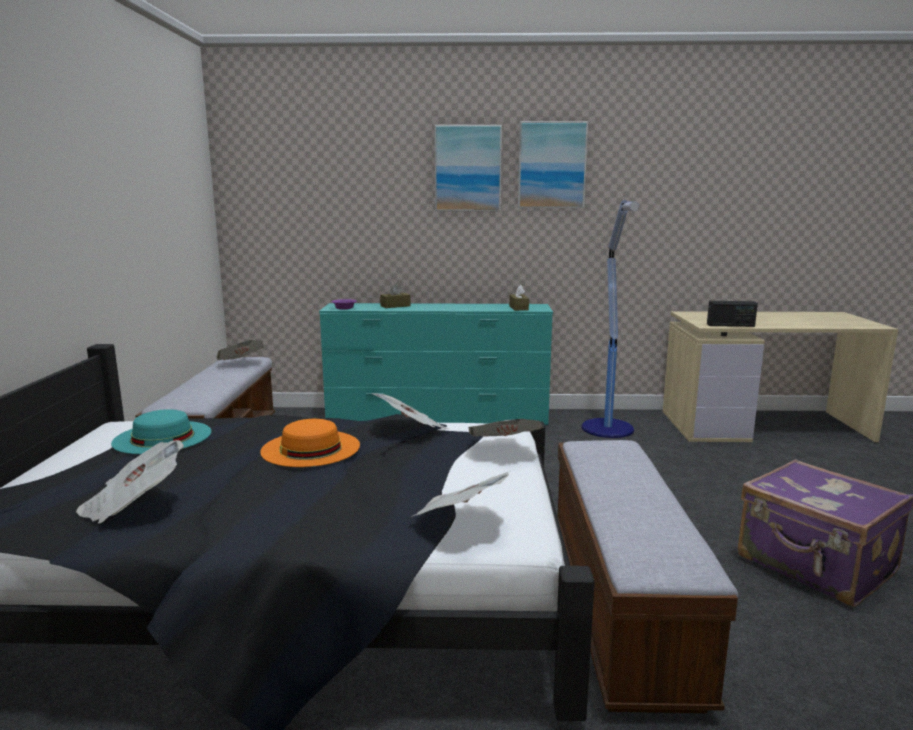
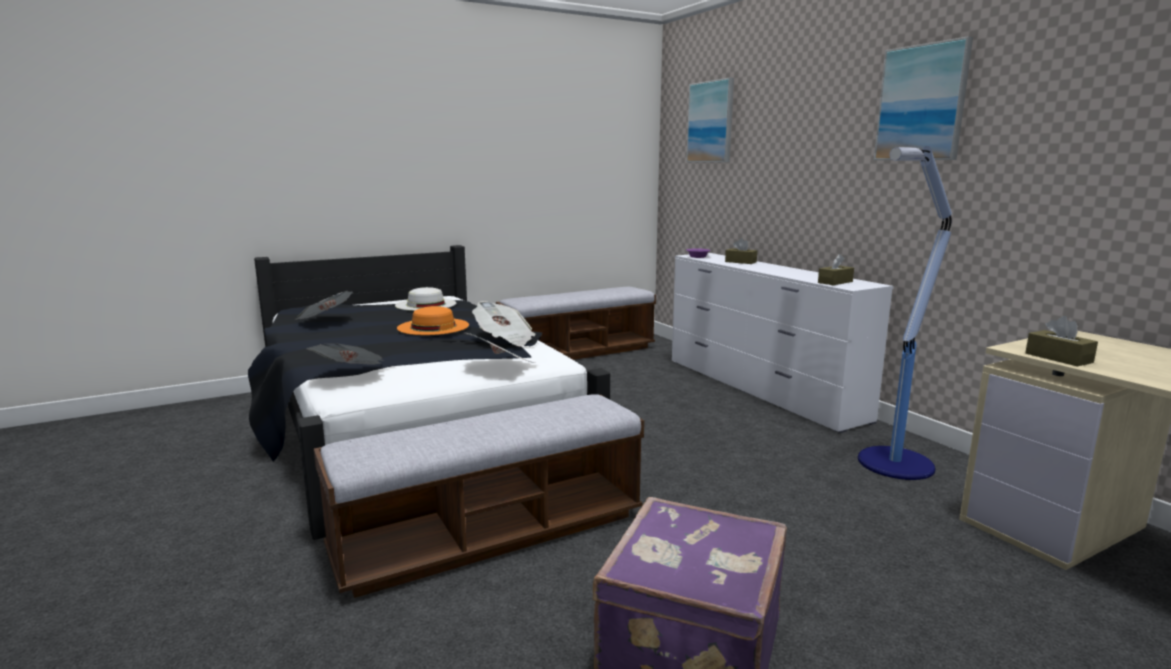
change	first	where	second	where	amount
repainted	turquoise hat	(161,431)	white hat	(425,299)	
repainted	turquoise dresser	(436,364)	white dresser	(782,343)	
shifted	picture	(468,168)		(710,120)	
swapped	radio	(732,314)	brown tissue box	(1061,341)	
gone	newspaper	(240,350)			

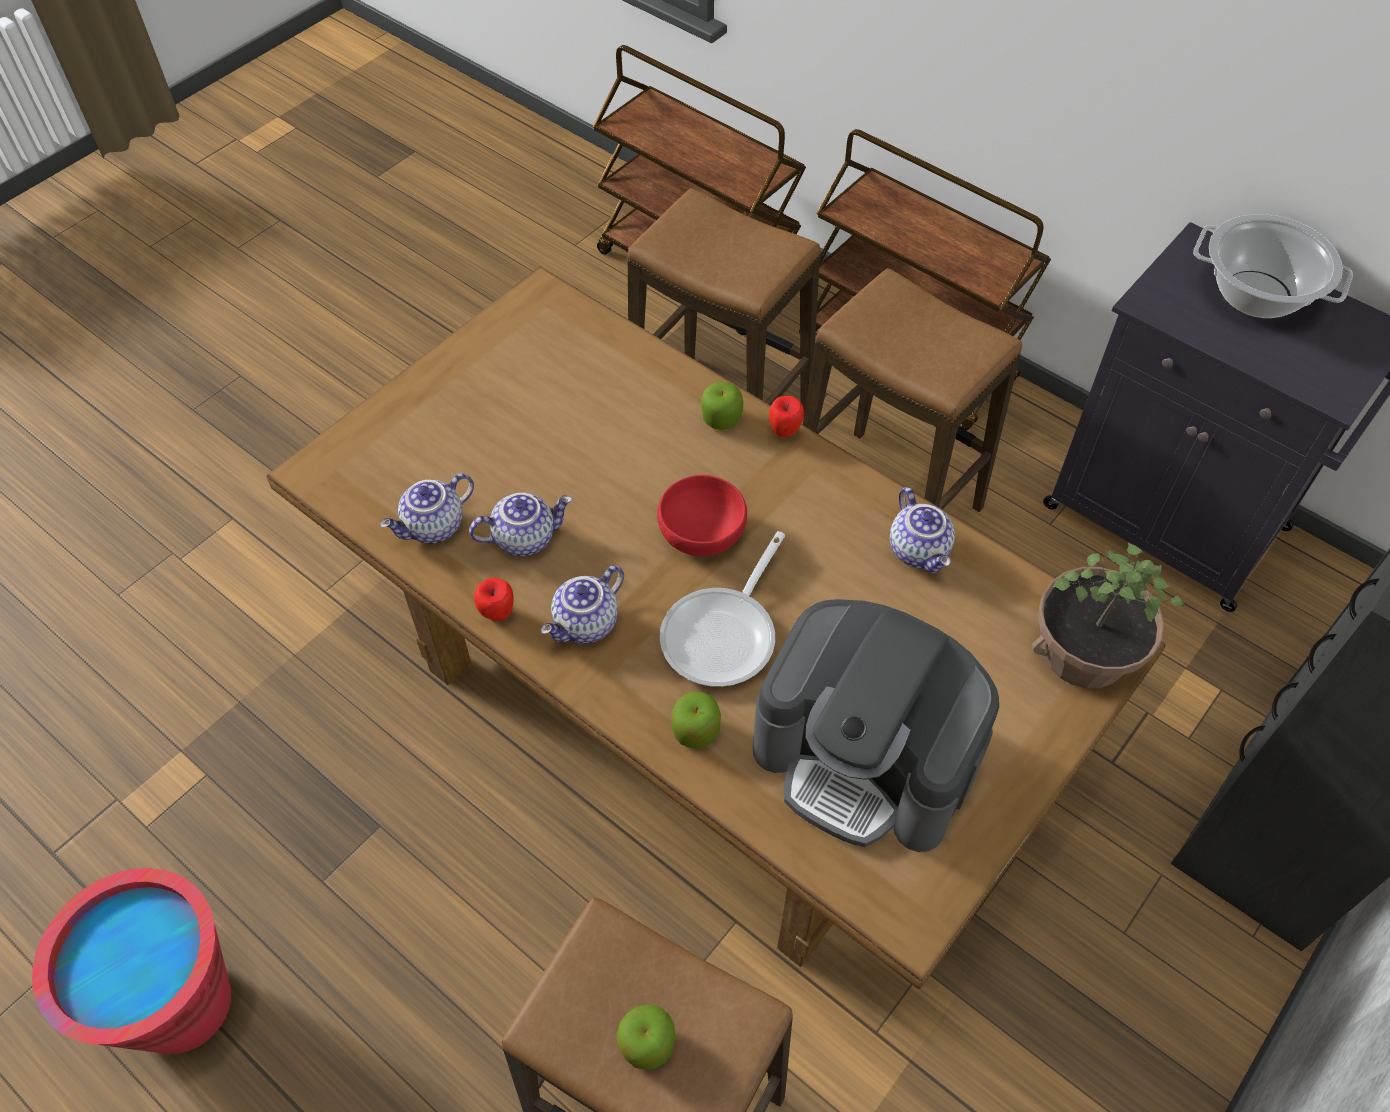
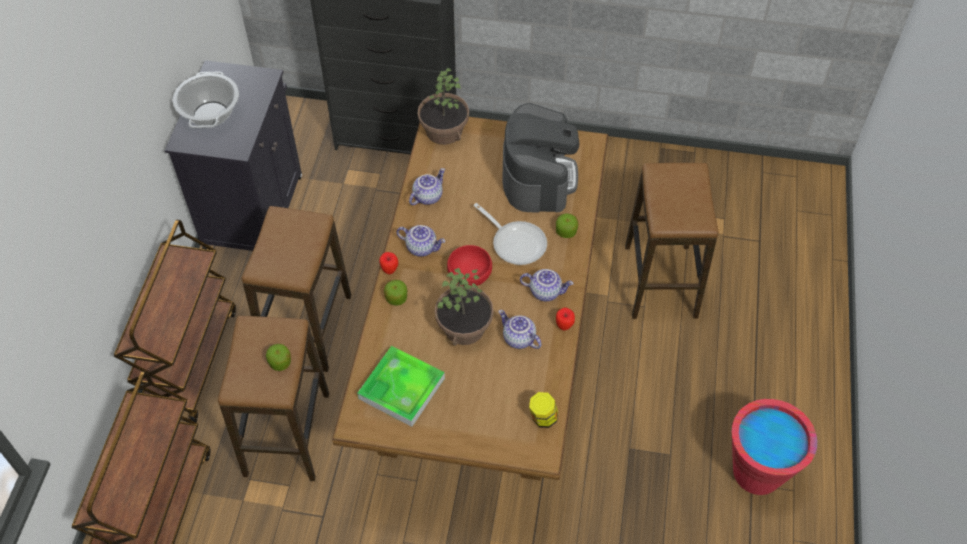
change	first	where	second	where	amount
shifted	apple	(646,1037)		(278,357)	
new			tray	(401,386)	
shifted	teapot	(427,508)		(421,241)	
new			potted plant	(464,307)	
rotated	frying pan	(722,609)		(510,234)	45 degrees clockwise
new			jar	(543,410)	

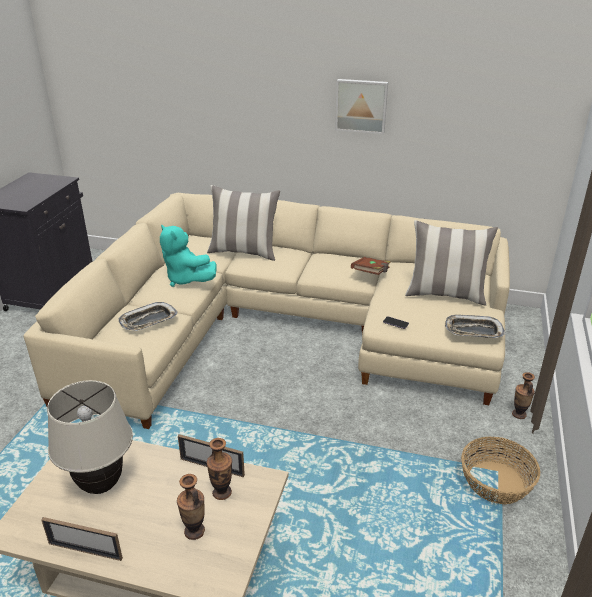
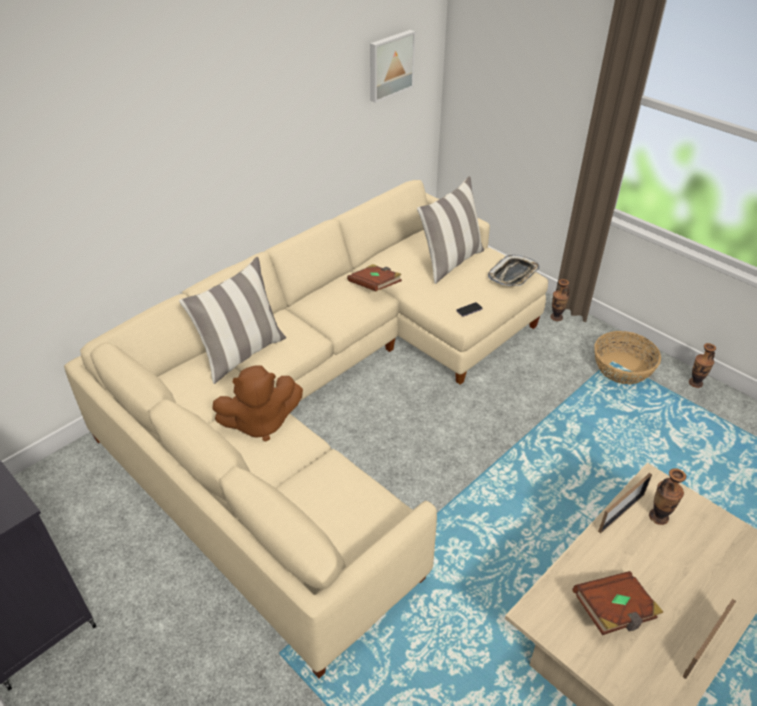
change	first	where	second	where	amount
repainted	turquoise plush toy	(188,255)	brown plush toy	(257,403)	
shifted	picture	(361,106)		(392,66)	
swapped	beige table lamp	(90,437)	brown book	(618,603)	
shifted	vase	(191,507)		(702,365)	
gone	tray	(148,316)			

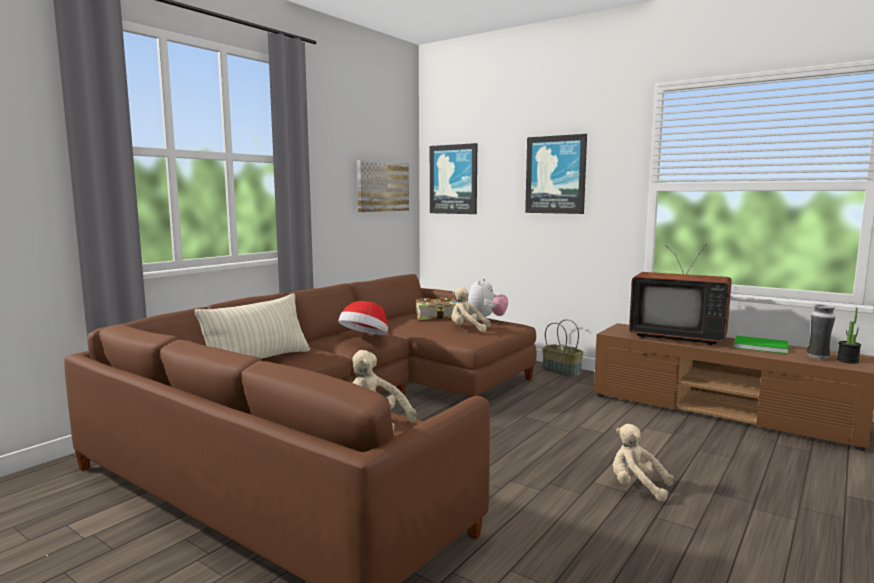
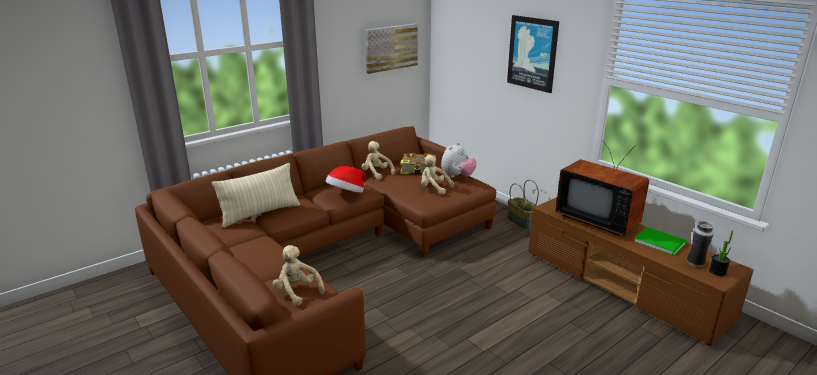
change	first	where	second	where	amount
shifted	beige plush toy	(643,462)		(378,160)	
gone	picture	(453,178)			

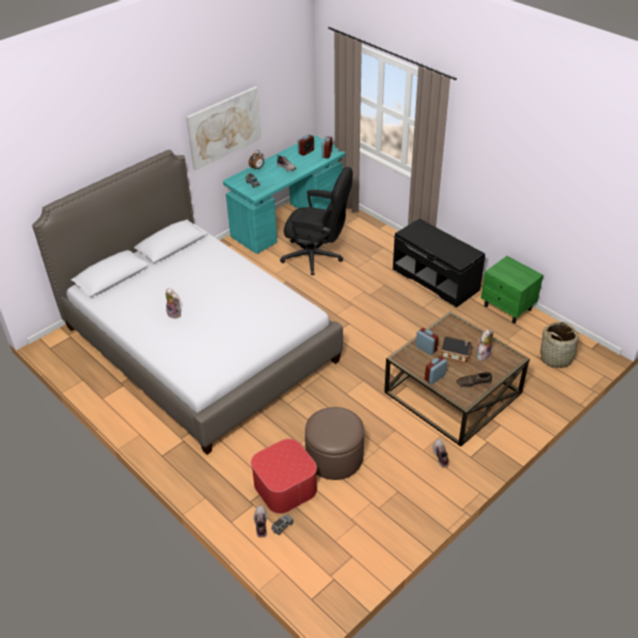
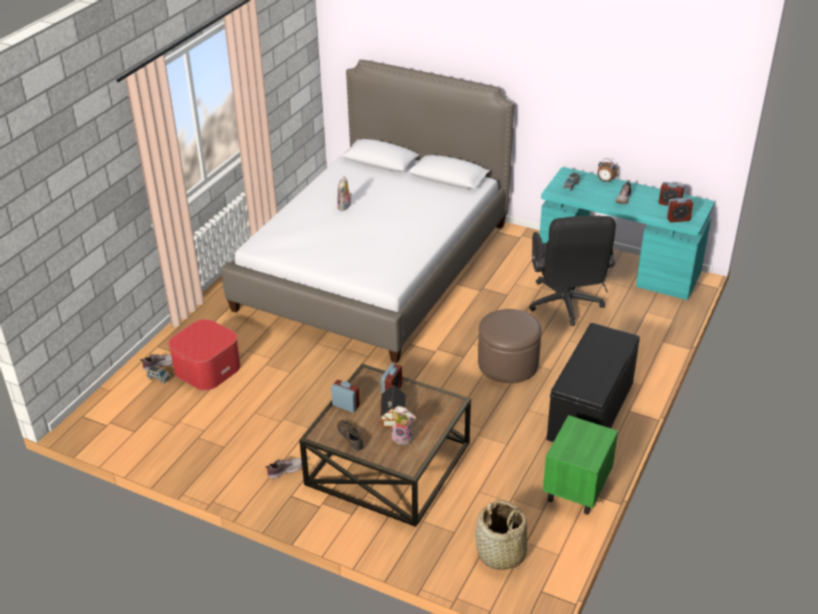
change	first	where	second	where	amount
shifted	brown ottoman	(334,443)		(510,346)	
gone	picture	(223,128)			

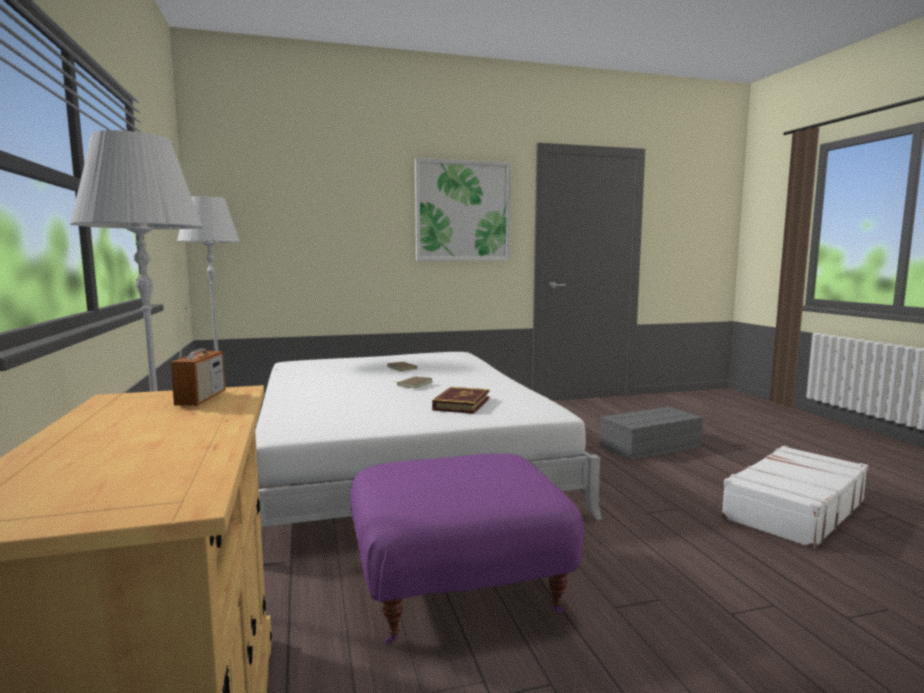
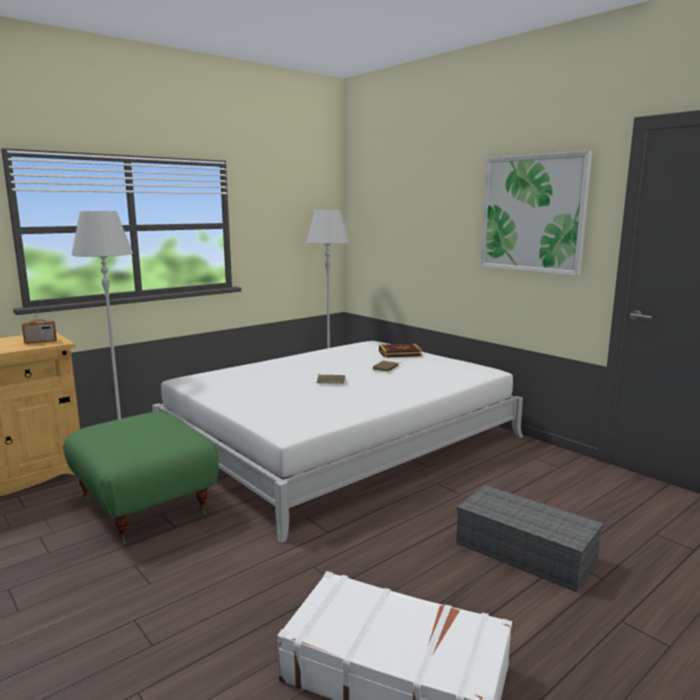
change	first	where	second	where	amount
repainted	purple ottoman	(467,549)	green ottoman	(141,478)	
shifted	book	(460,400)		(400,351)	

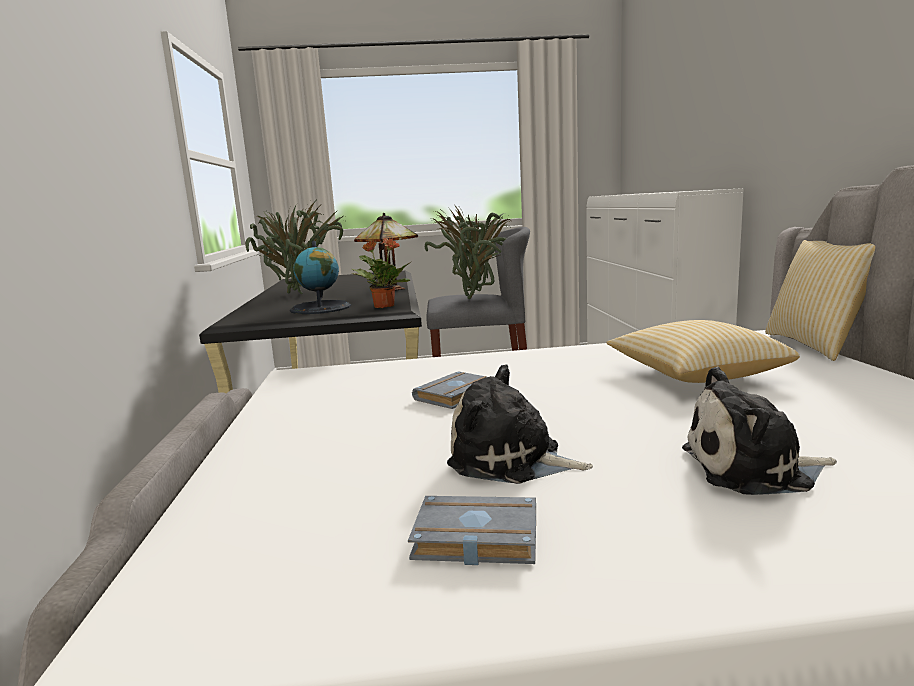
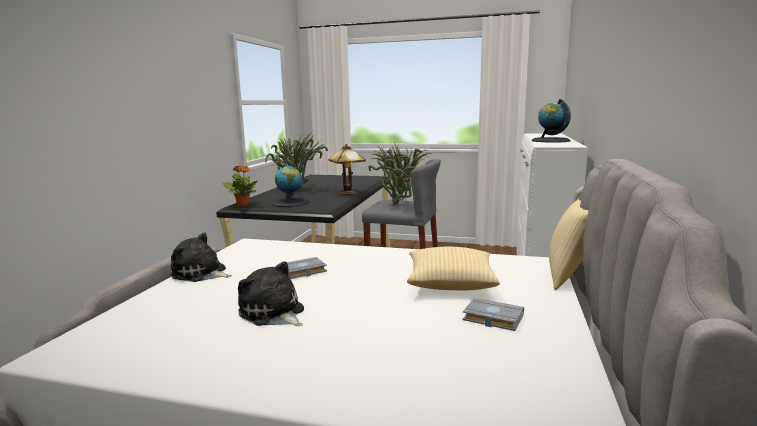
change	first	where	second	where	amount
shifted	plush toy	(759,431)		(201,257)	
shifted	potted plant	(381,273)		(239,186)	
shifted	grey book	(472,530)		(493,314)	
new			globe	(551,121)	

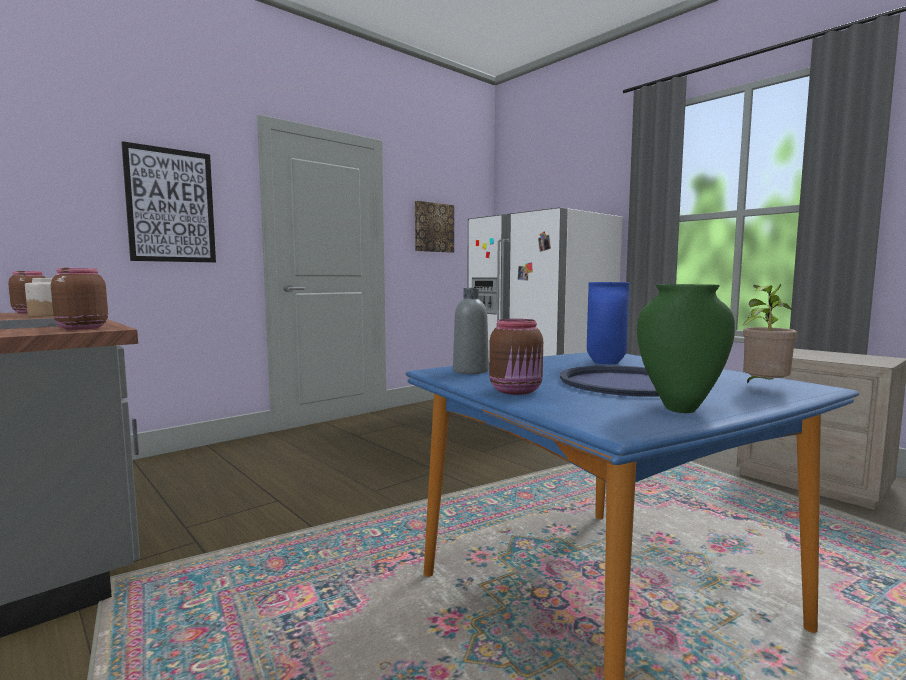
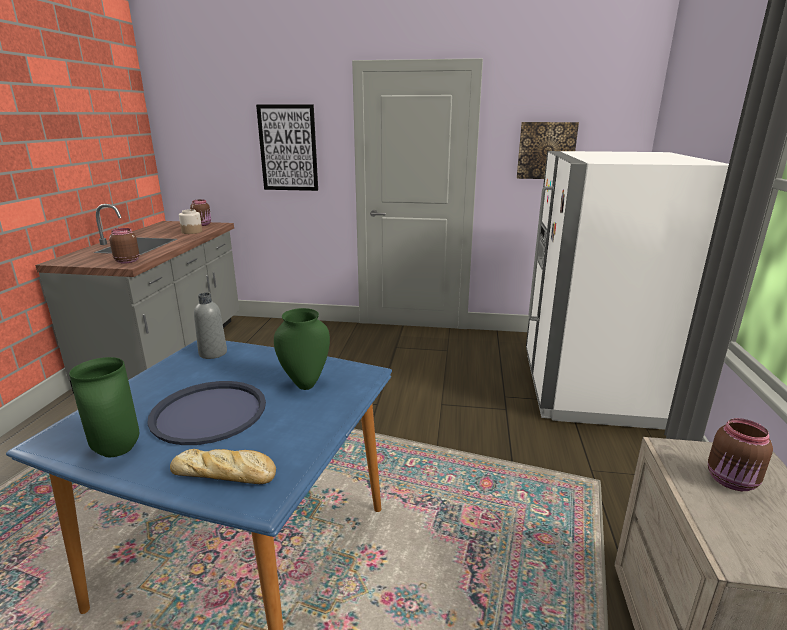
change	first	where	second	where	amount
swapped	potted plant	(769,333)	bread	(223,466)	
repainted	blue vase	(608,323)	green vase	(302,349)	
shifted	brown jar	(516,357)		(740,454)	

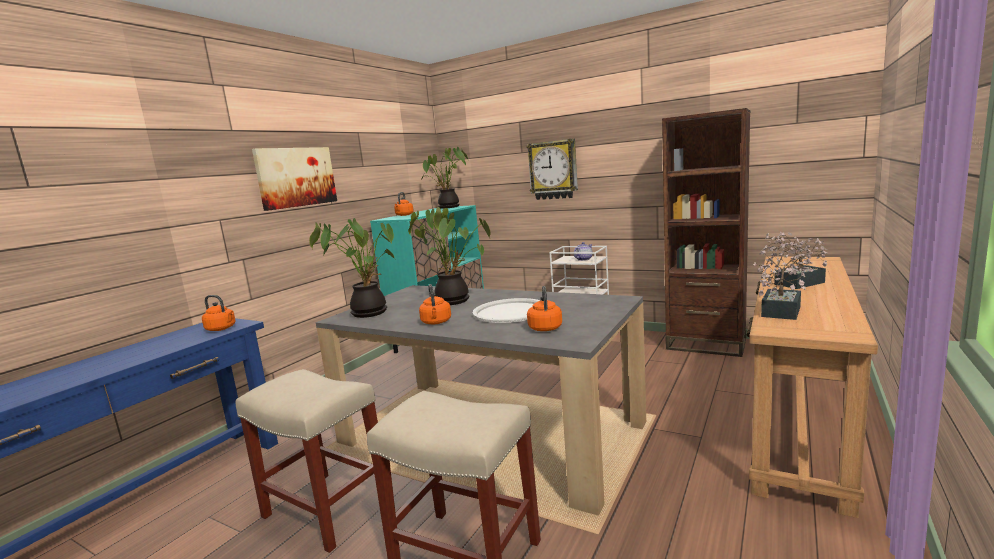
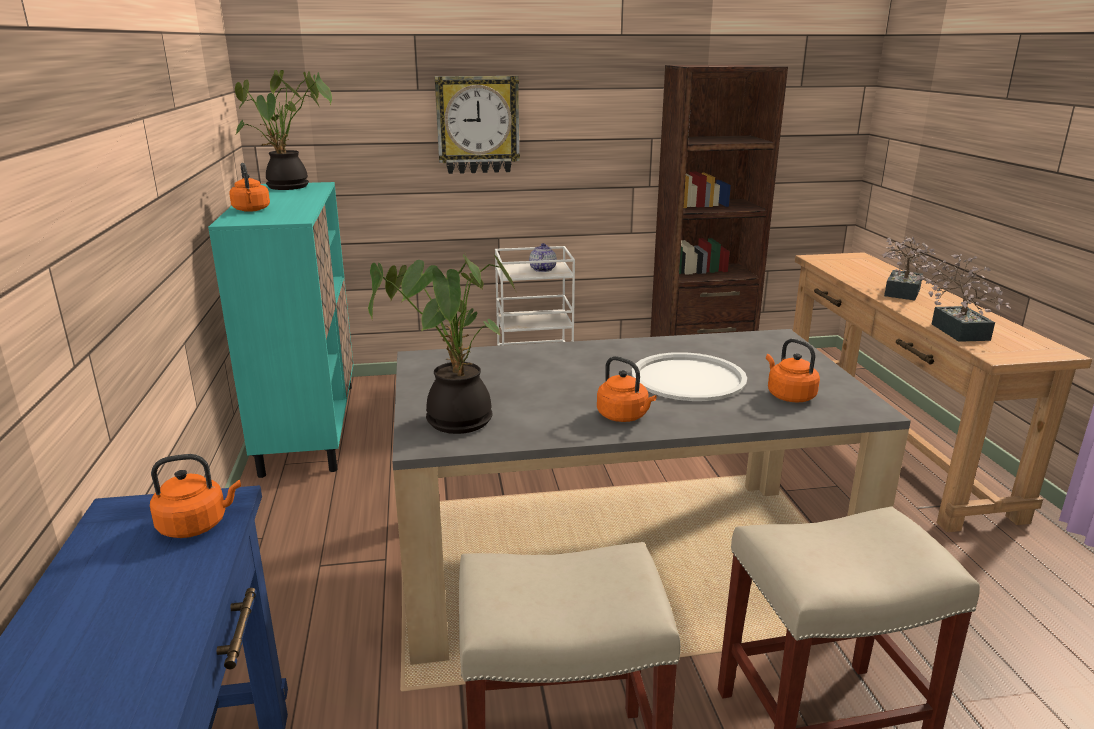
change	first	where	second	where	amount
gone	picture	(294,179)			
gone	potted plant	(449,256)			

